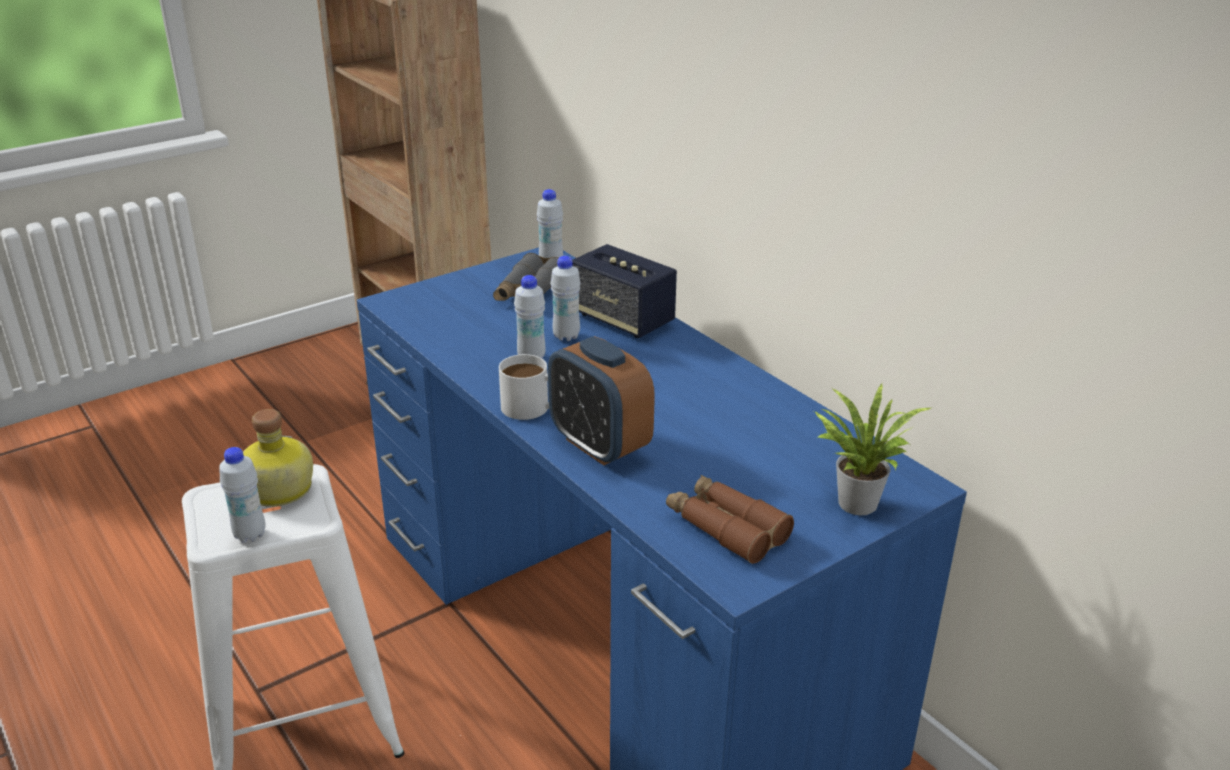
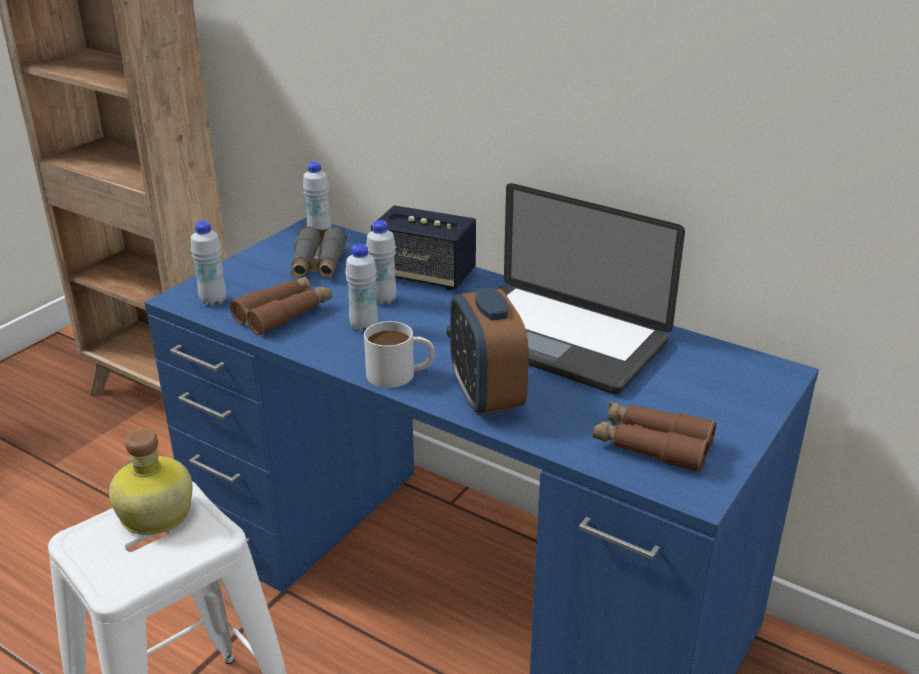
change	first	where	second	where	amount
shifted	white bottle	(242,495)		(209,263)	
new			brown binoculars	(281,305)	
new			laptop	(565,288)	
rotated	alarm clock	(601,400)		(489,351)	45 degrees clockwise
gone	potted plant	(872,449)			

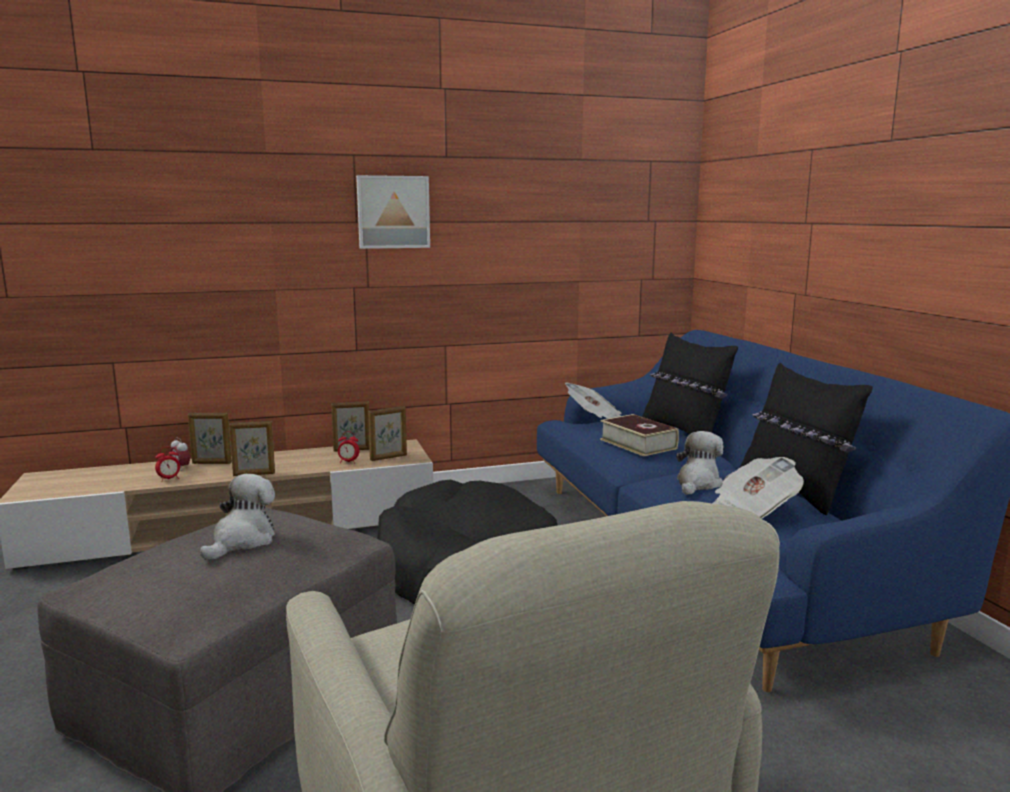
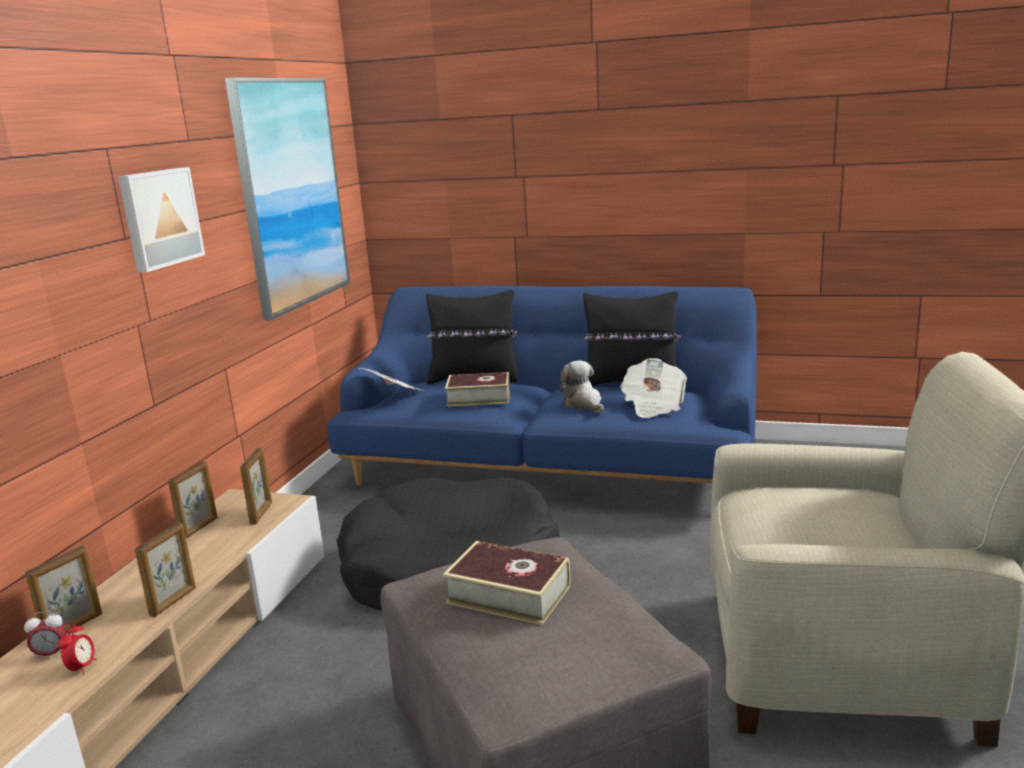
change	first	where	second	where	amount
new			picture	(287,198)	
swapped	plush toy	(237,517)	book	(506,583)	
gone	alarm clock	(349,448)			

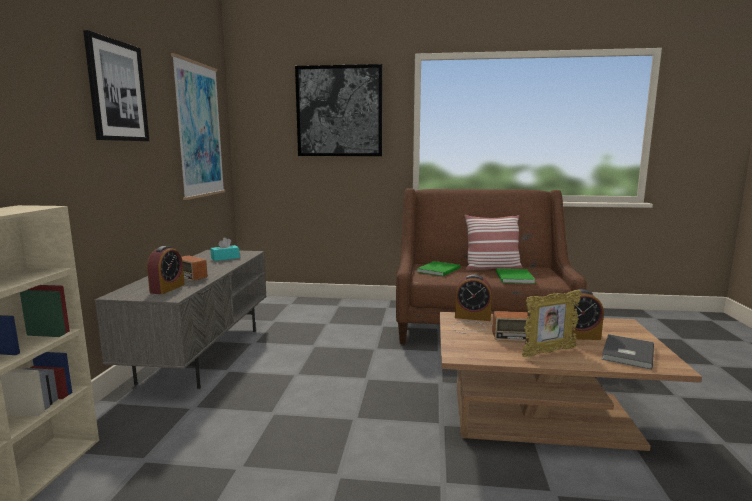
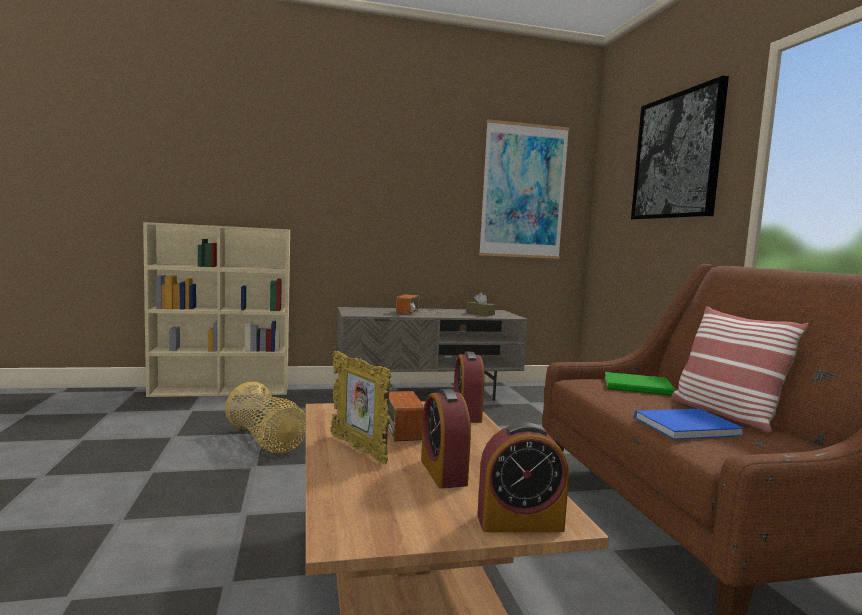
change	first	where	second	where	amount
new			basket	(265,418)	
repainted	turquoise tissue box	(225,249)	brown tissue box	(481,304)	
shifted	alarm clock	(166,270)		(523,477)	
repainted	green book	(515,276)	blue book	(689,424)	
gone	picture	(116,85)			
gone	grey book	(628,351)			

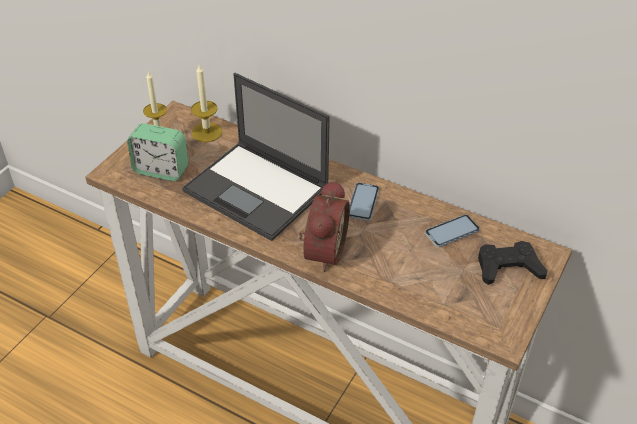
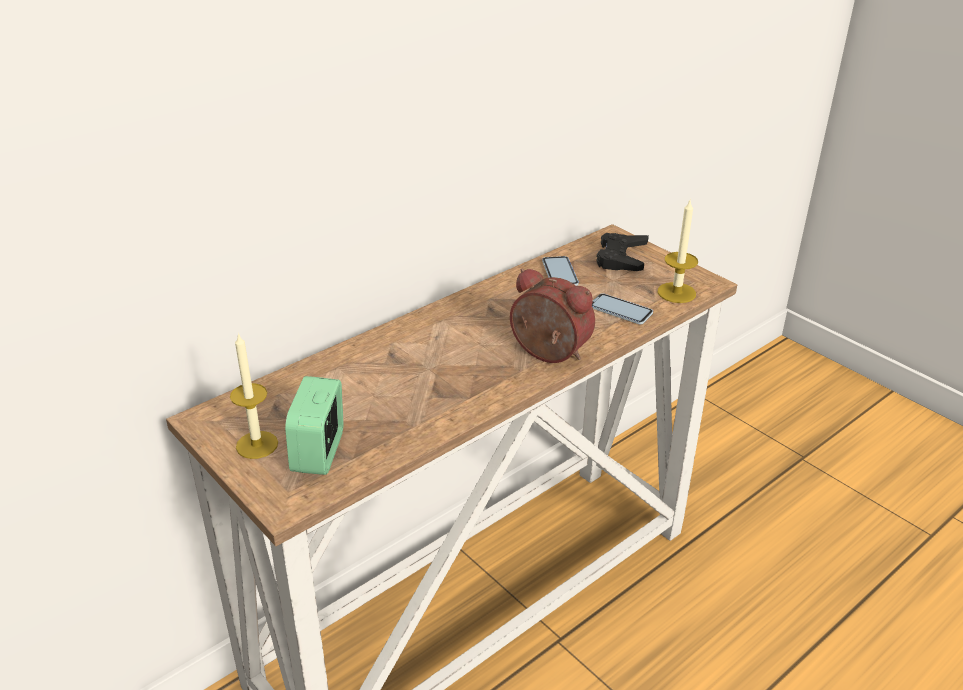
change	first	where	second	where	amount
rotated	alarm clock	(157,152)		(314,425)	150 degrees clockwise
shifted	phone	(364,202)		(622,308)	
shifted	candle	(206,103)		(678,251)	
gone	laptop	(256,157)			

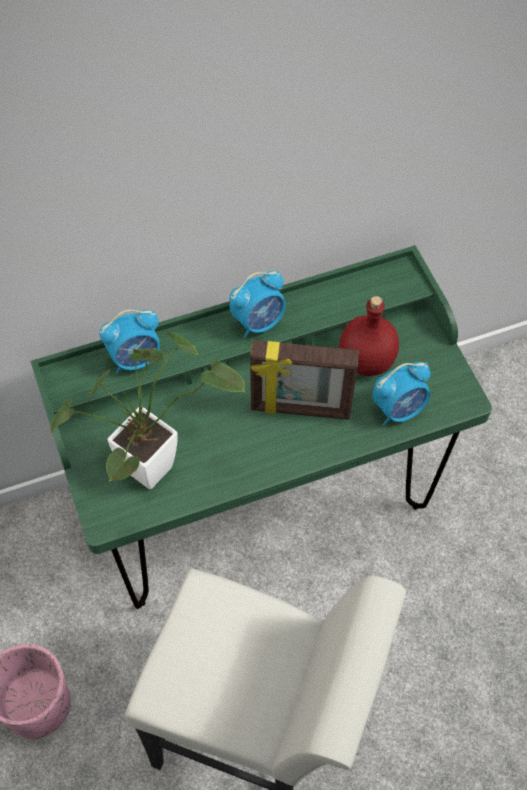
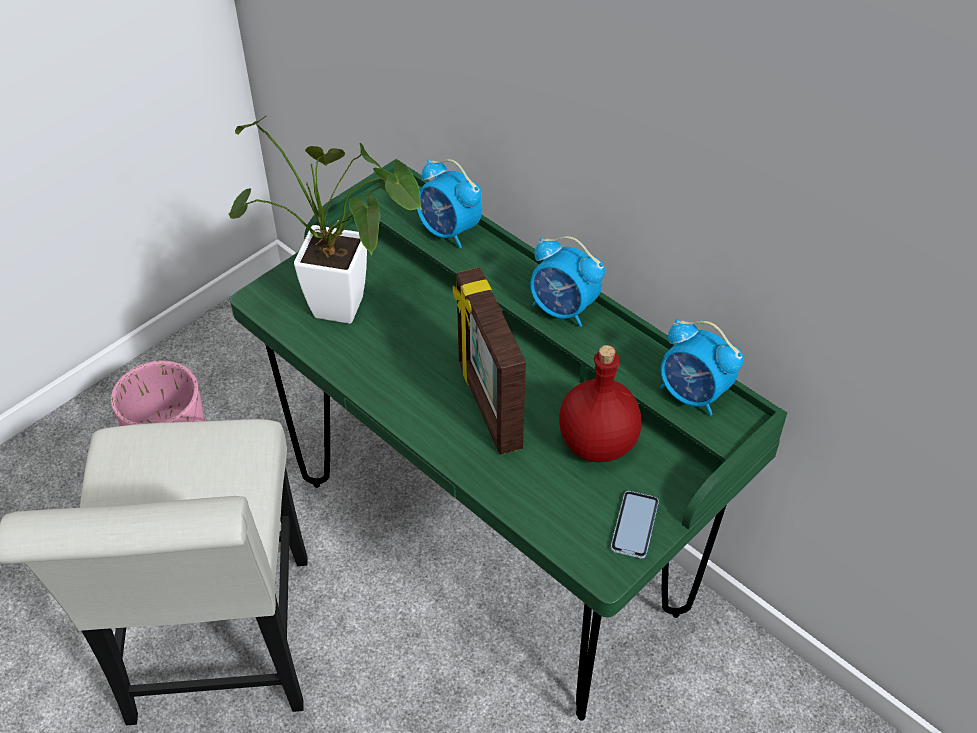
change	first	where	second	where	amount
new			phone	(635,524)	
shifted	alarm clock	(401,394)		(701,367)	

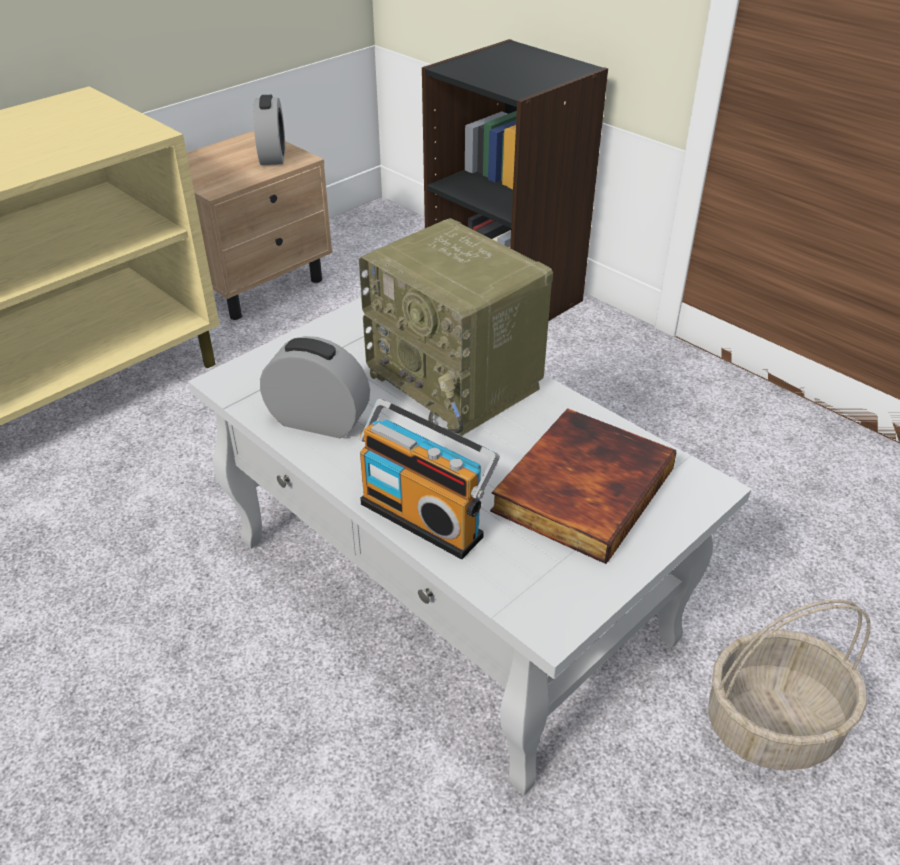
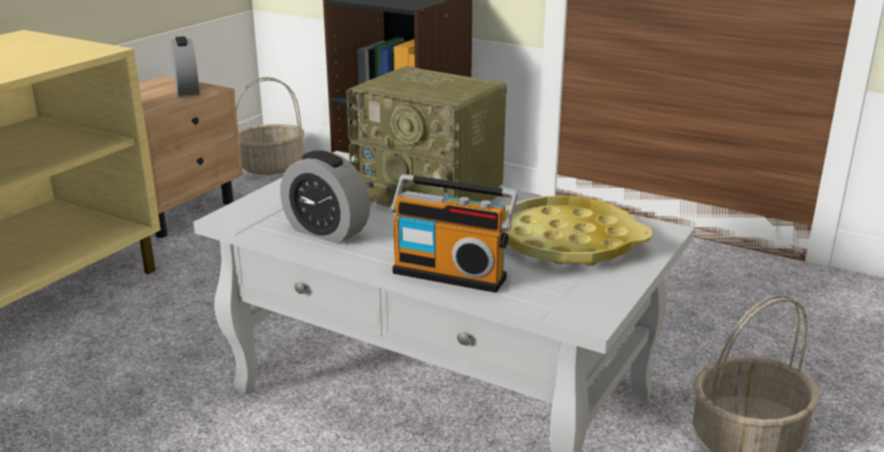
change	first	where	second	where	amount
new			basket	(270,126)	
rotated	alarm clock	(315,387)		(325,197)	150 degrees counterclockwise
swapped	book	(583,486)	yellow tray	(578,231)	

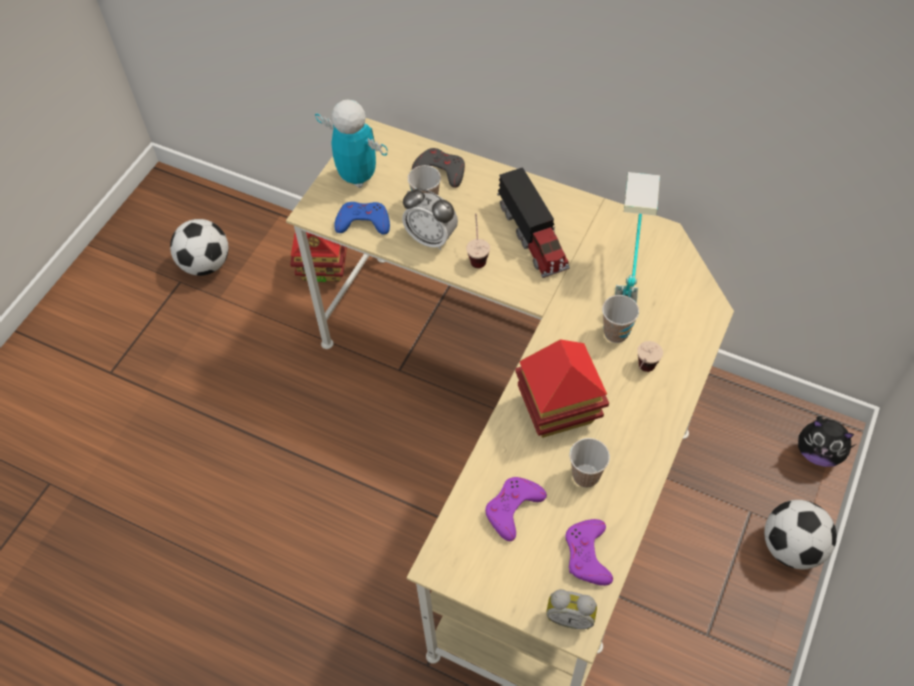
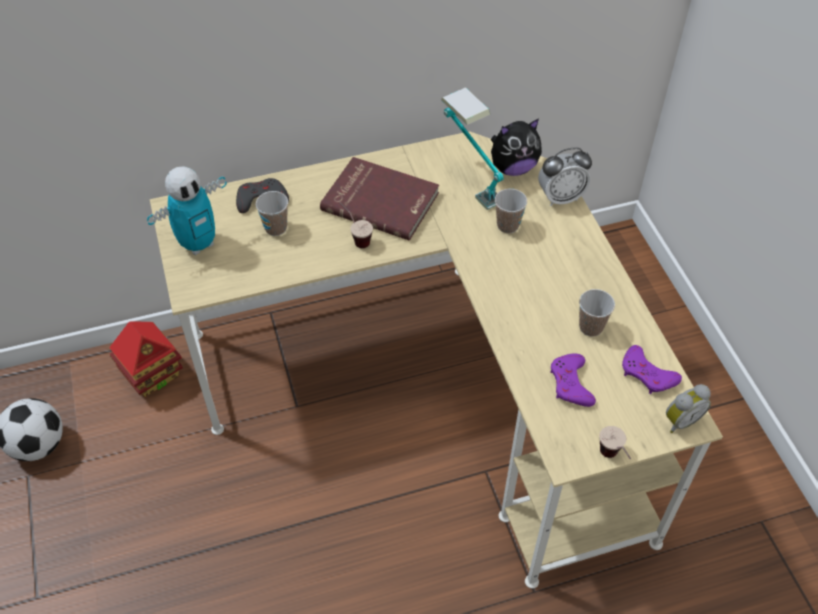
change	first	where	second	where	amount
rotated	toy robot	(351,143)		(187,210)	150 degrees clockwise
swapped	toy truck	(533,222)	red book	(379,199)	
shifted	plush toy	(827,441)		(516,147)	
shifted	alarm clock	(430,219)		(565,177)	
shifted	cup	(650,356)		(615,442)	
gone	blue game controller	(362,218)			
gone	toy house	(562,388)			
gone	football	(800,534)			

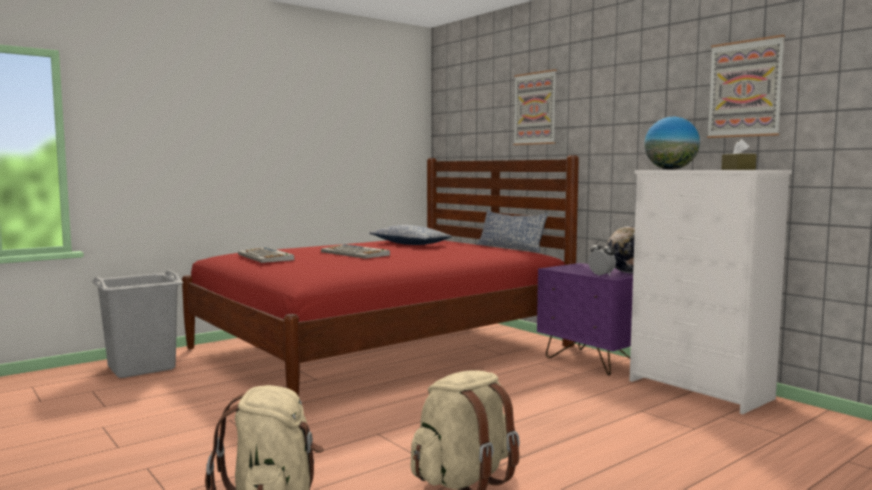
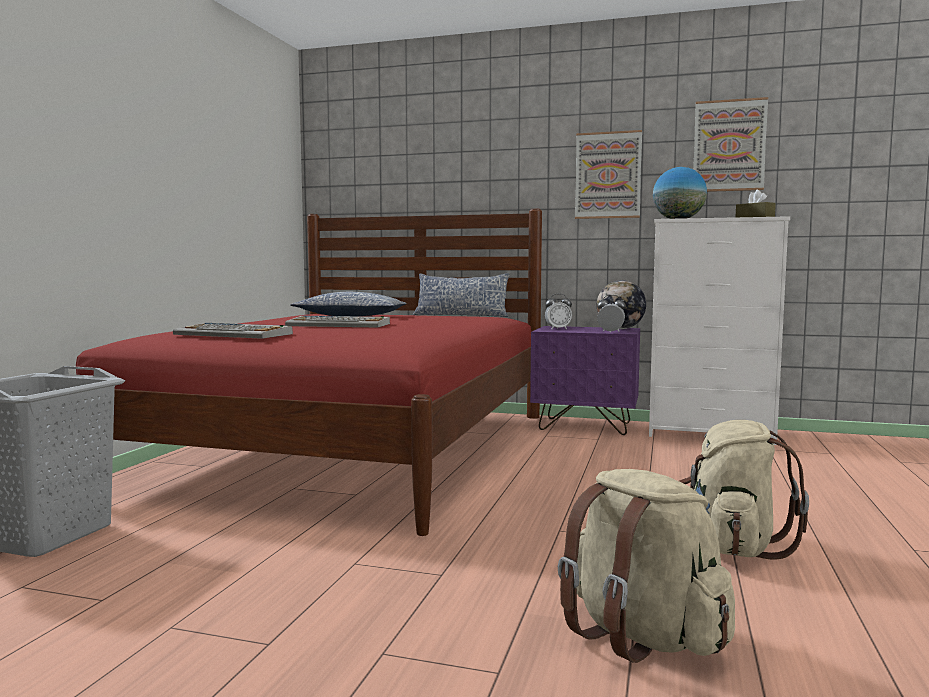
change	first	where	second	where	amount
new			alarm clock	(558,311)	
shifted	picture	(535,107)		(608,174)	

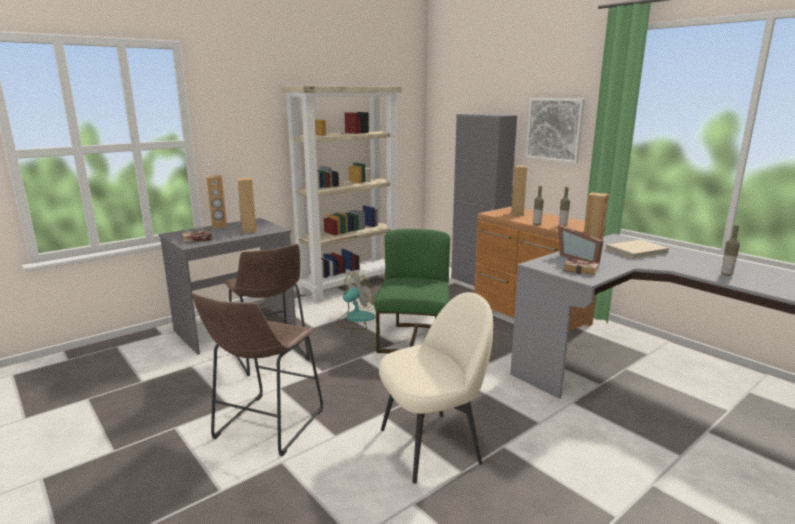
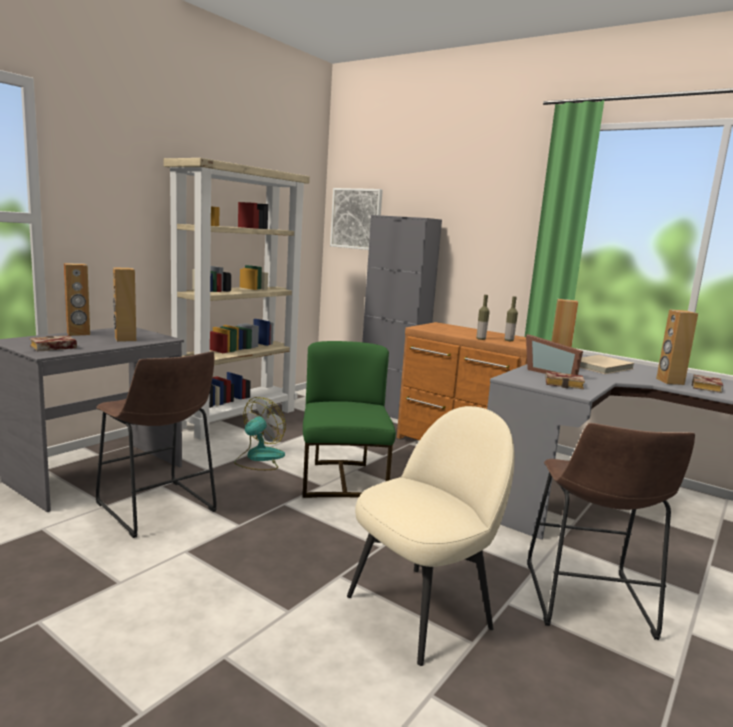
change	first	where	second	where	amount
shifted	picture	(555,130)		(356,219)	
shifted	brown stool	(257,375)		(611,531)	
shifted	brown speaker	(519,190)		(677,347)	
swapped	bottle	(730,250)	book	(707,384)	

